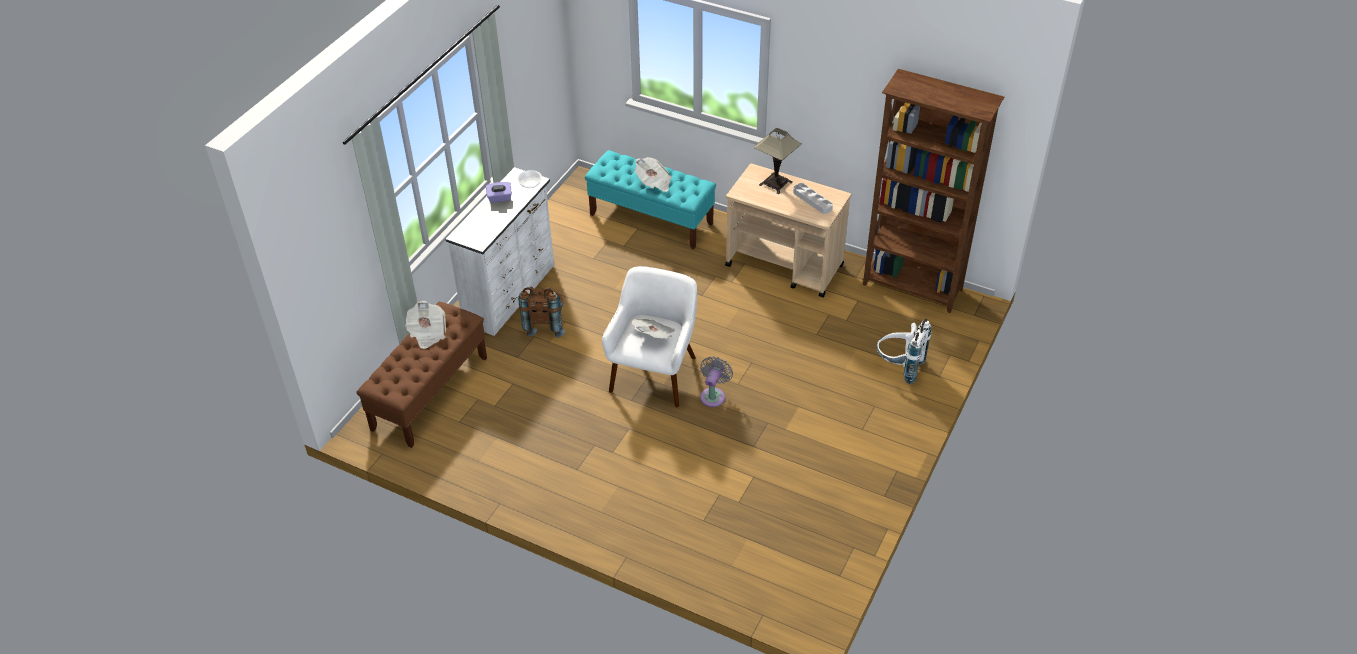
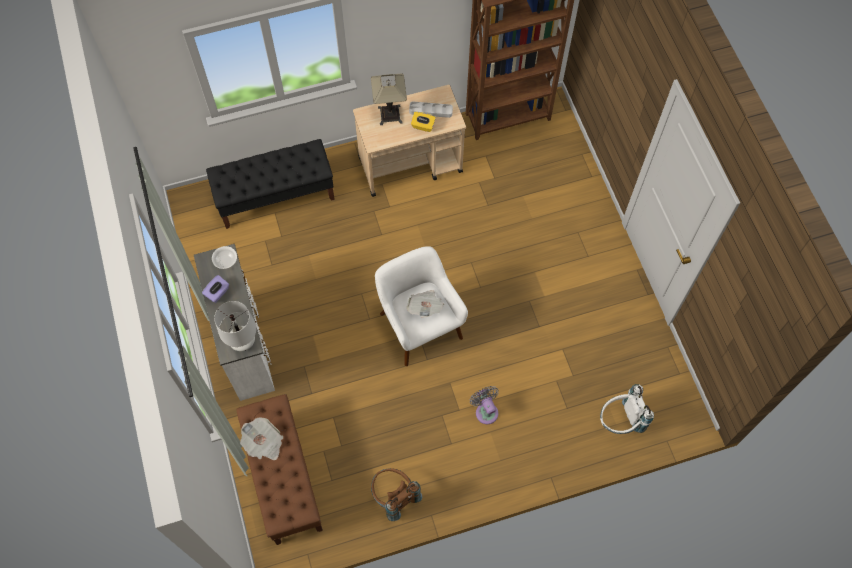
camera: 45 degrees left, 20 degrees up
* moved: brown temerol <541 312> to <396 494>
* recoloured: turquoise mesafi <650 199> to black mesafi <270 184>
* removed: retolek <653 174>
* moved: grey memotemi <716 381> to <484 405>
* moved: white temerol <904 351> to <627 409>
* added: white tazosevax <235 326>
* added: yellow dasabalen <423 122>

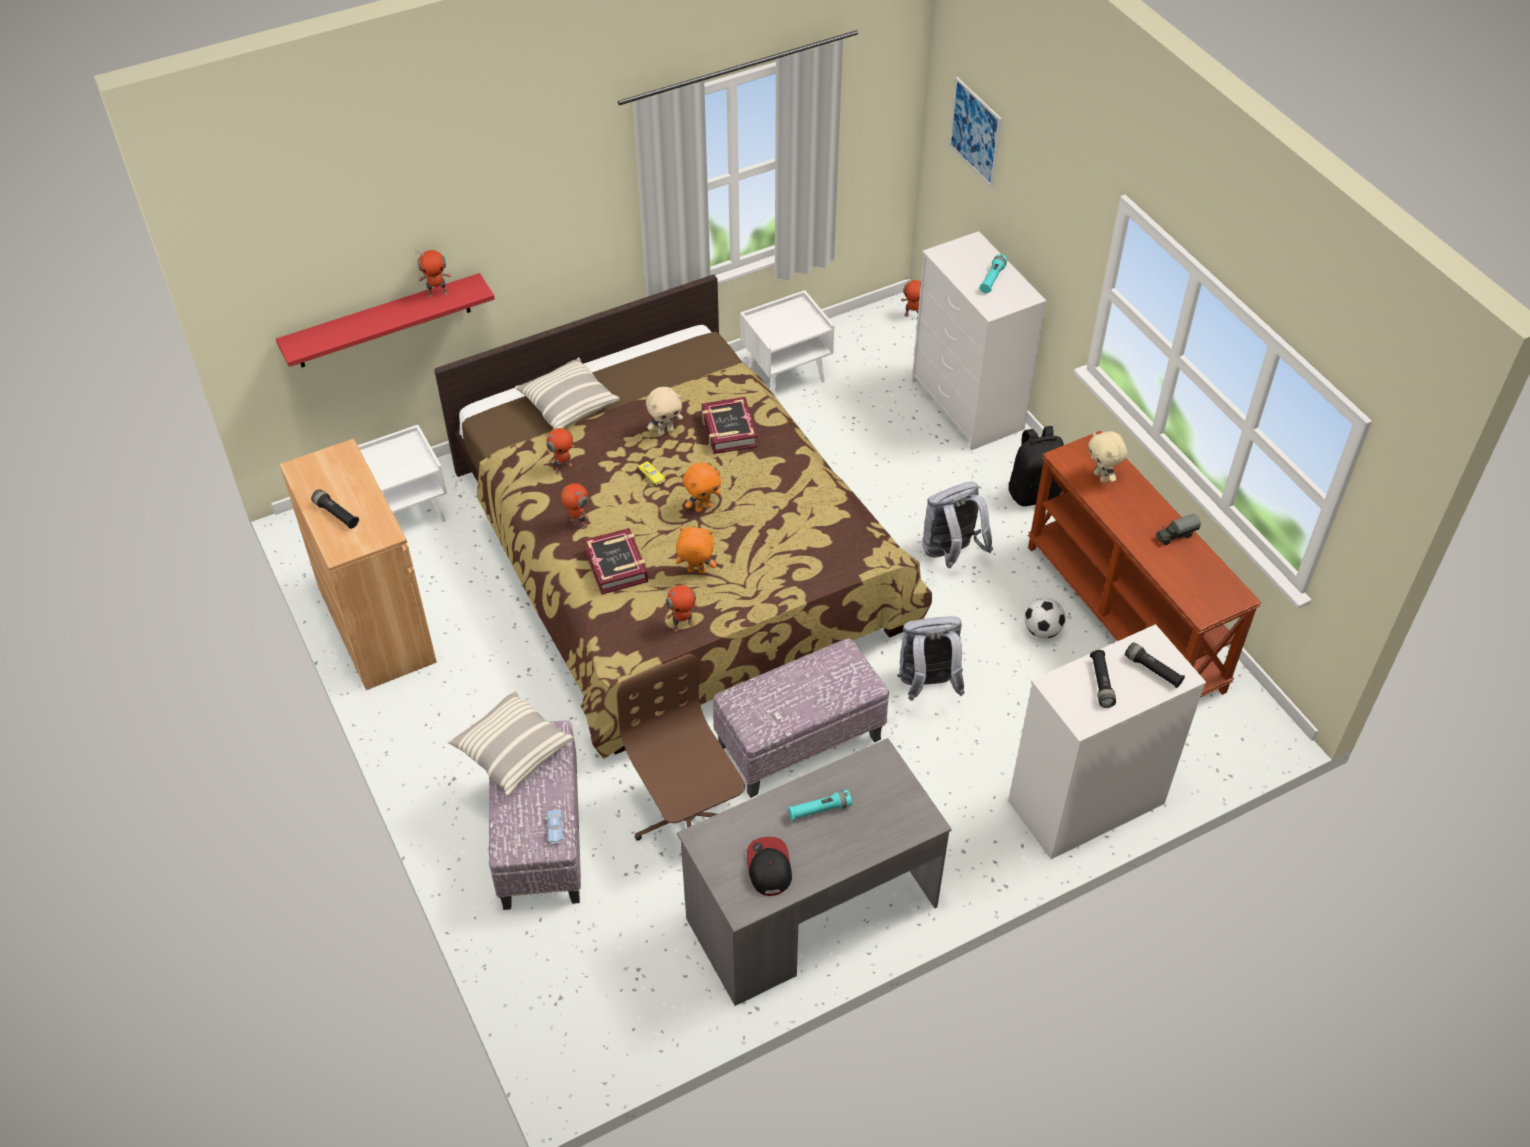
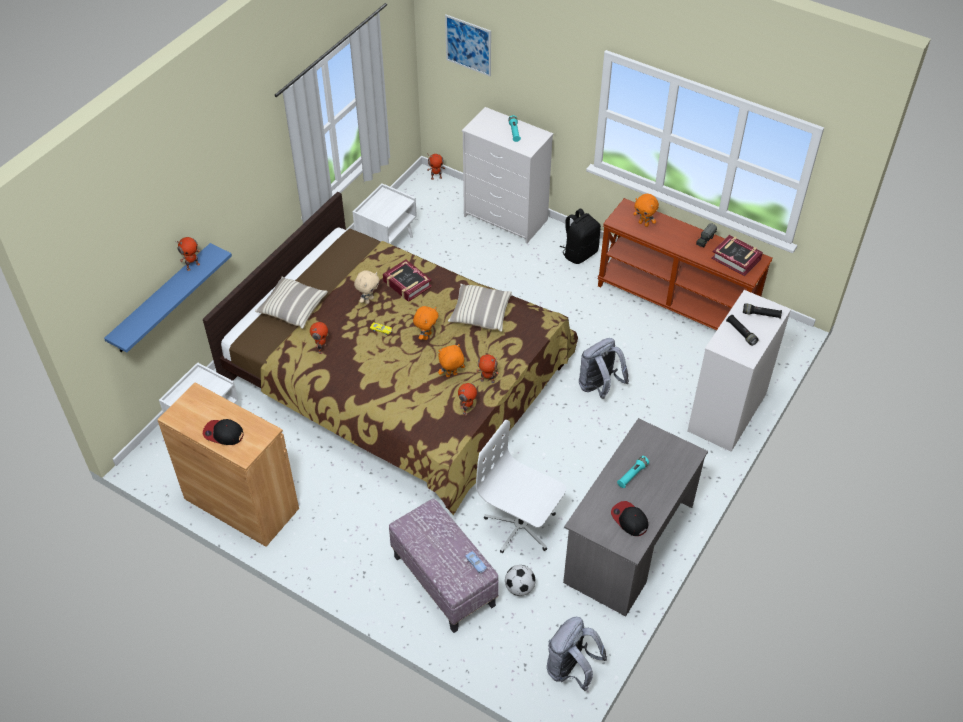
camera: 30 degrees left, 0 degrees up
* recoloured: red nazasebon <385 320> to blue nazasebon <168 298>
* replaced: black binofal <335 509> to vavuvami <223 432>
* moved: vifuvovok <510 742> to <480 308>
* moved: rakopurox <575 506> to <487 368>
* moved: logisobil <615 561> to <737 255>
* recoloured: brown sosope <681 747> to white sosope <521 486>
* removed: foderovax <801 718>
* moved: grey temerol <957 525> to <577 654>
* moved: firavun <1044 618> to <520 580>
* recoloured: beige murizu <1107 457> to orange murizu <646 210>

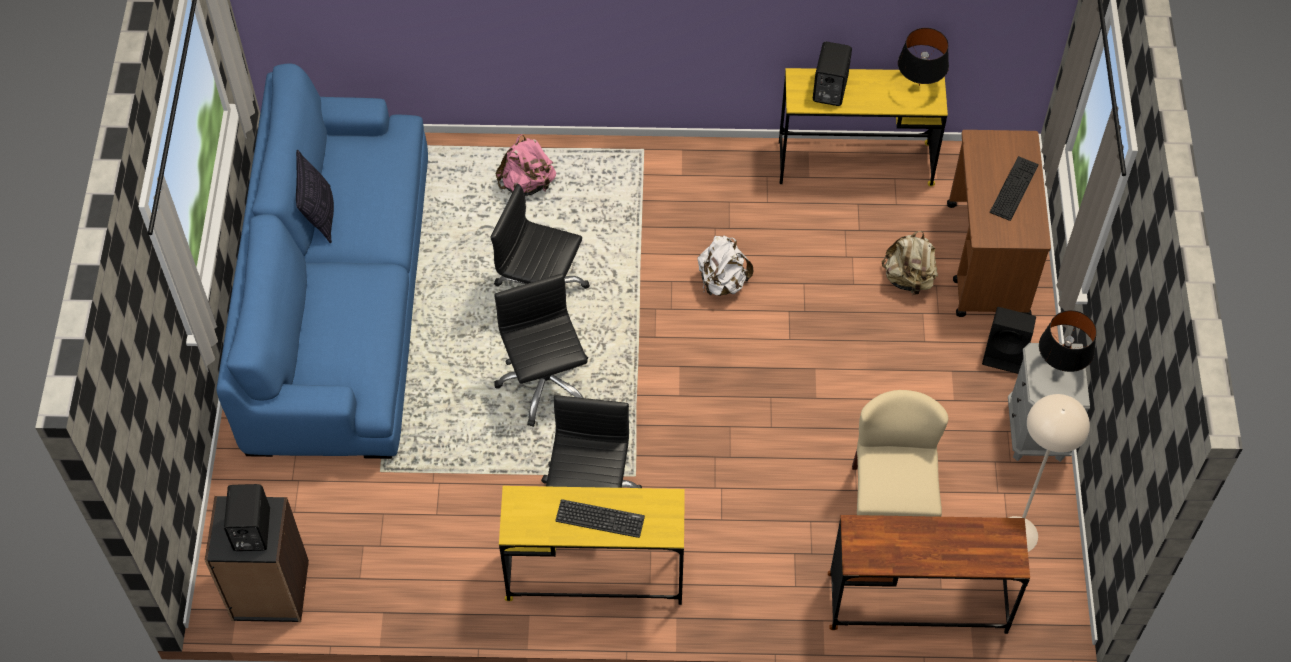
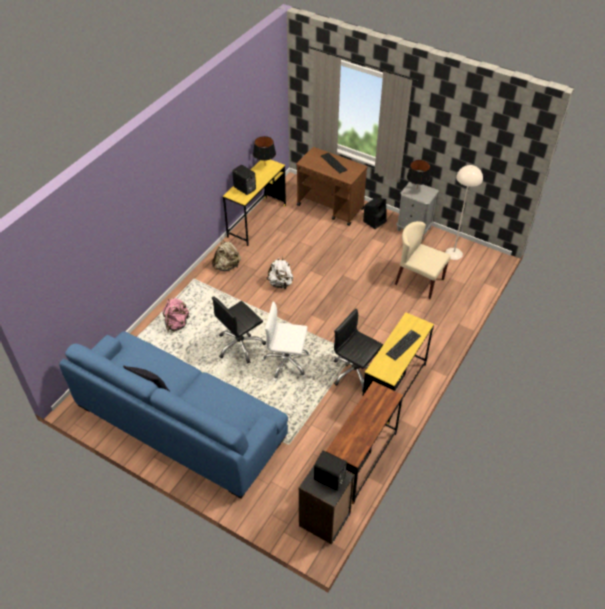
camera: 60 degrees left, 10 degrees down
* recoloured: black sosope <541 350> to white sosope <286 341>
* moved: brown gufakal <929 574> to <364 442>
* moved: beige temerol <909 264> to <226 256>

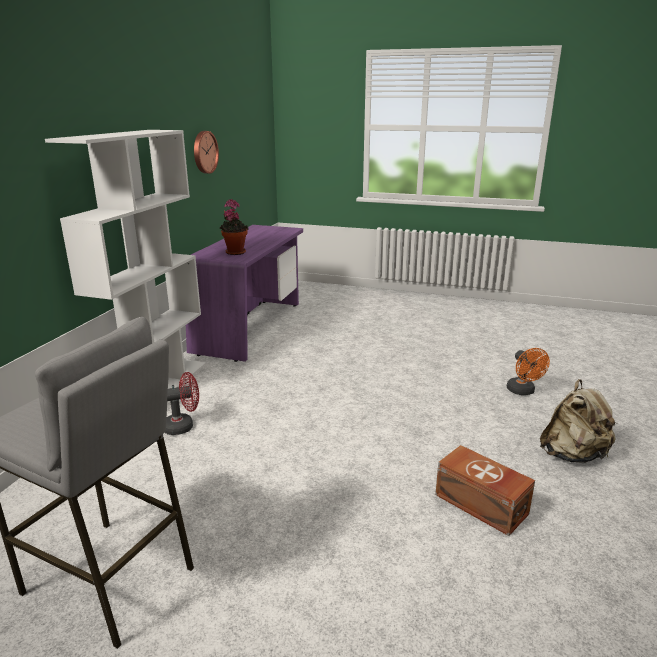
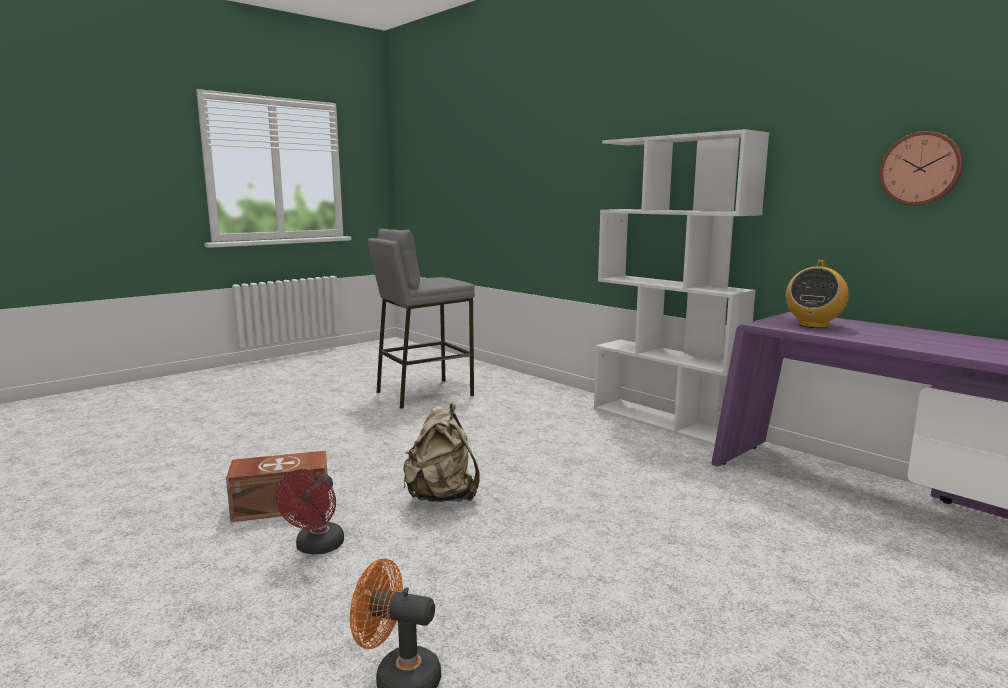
camera: 120 degrees right, 10 degrees down
* moved: red memotemi <182 403> to <310 511>
* replaced: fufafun <234 227> to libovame <817 294>
* moved: beige temerol <578 421> to <441 453>

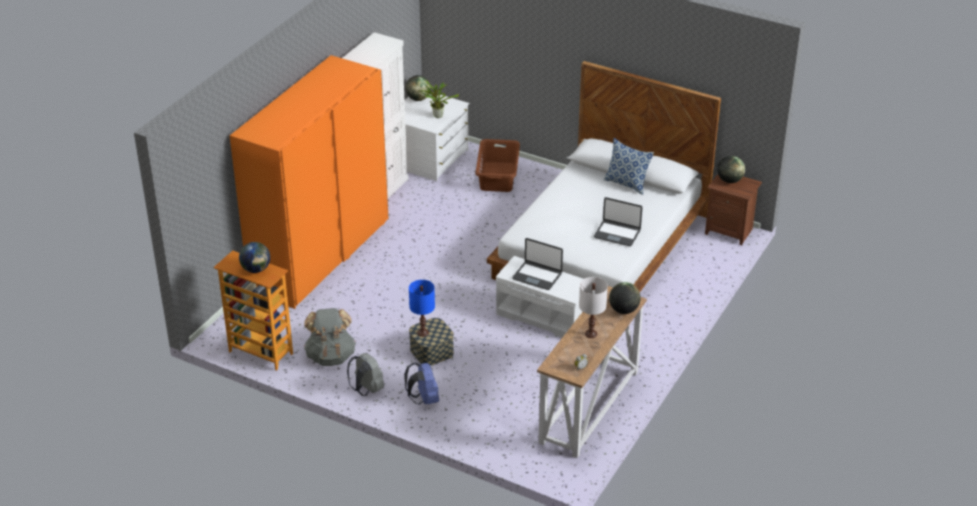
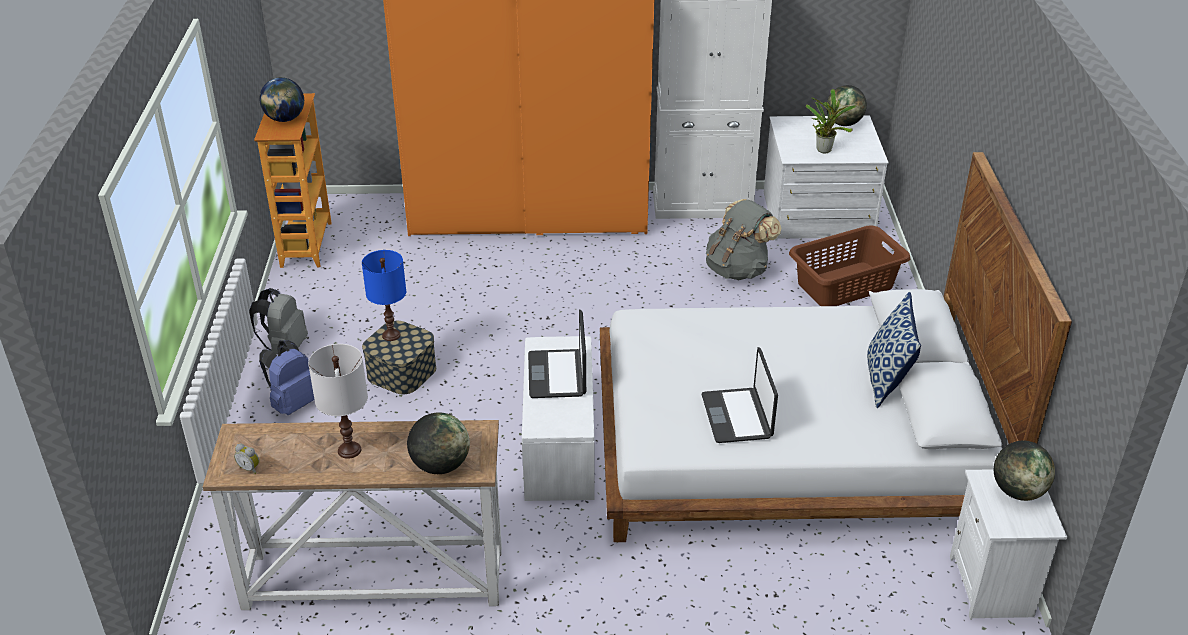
camera: 60 degrees right, 0 degrees up
* moved: grey temerol <330 337> to <743 239>
* recoloured: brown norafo <733 209> to white norafo <1008 544>

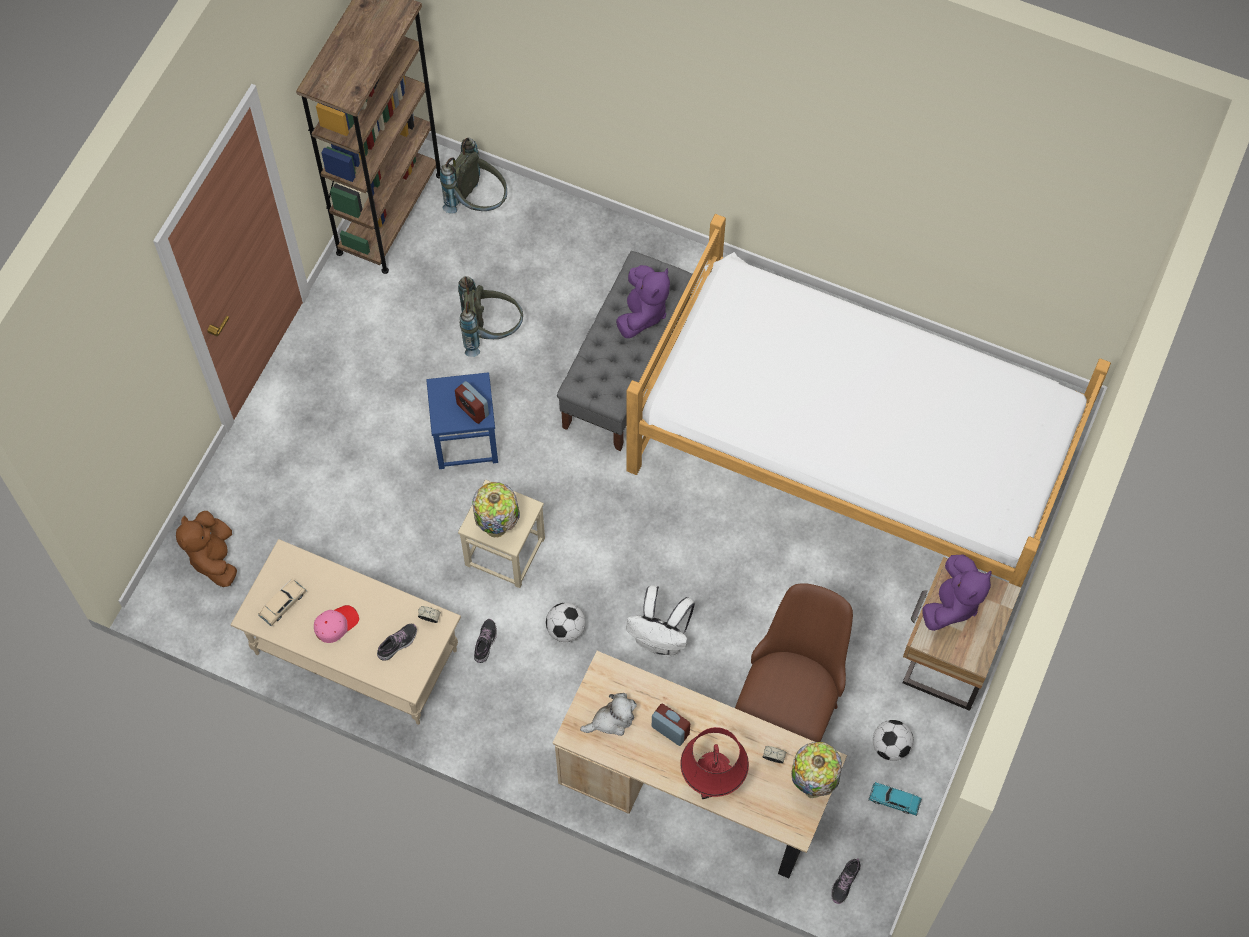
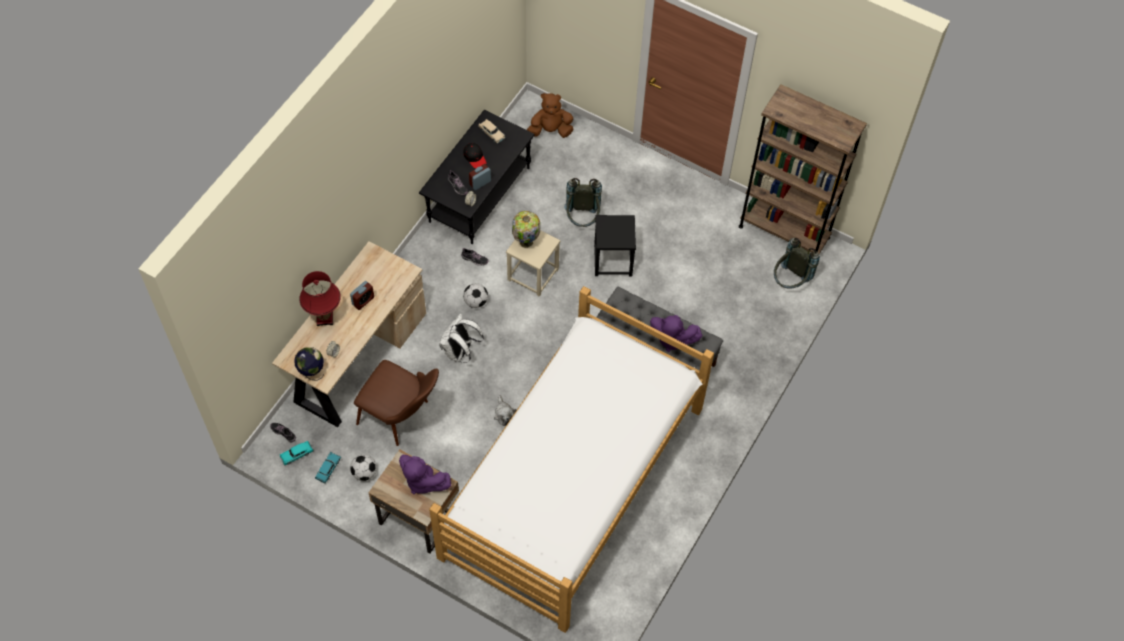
camera: 95 degrees right, 5 degrees down
* recoloured: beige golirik <346 632> to black golirik <477 177>
* recoloured: pink vavuvami <336 624> to black vavuvami <474 156>
* recoloured: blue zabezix <462 420> to black zabezix <615 245>
* moved: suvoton <472 402> to <480 177>
* moved: grey temerol <490 316> to <583 202>
* moved: murizu <608 714> to <505 410>
* replaced: tazosevax <816 770> to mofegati <309 364>
* added: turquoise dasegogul <297 453>

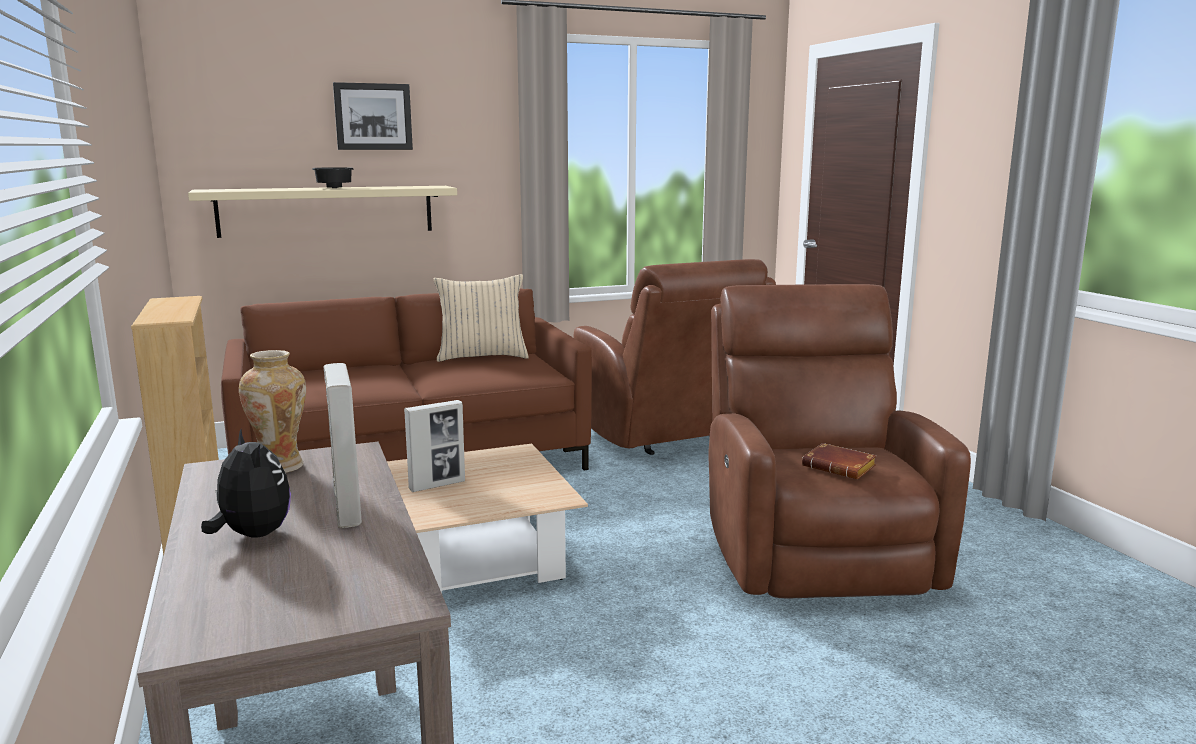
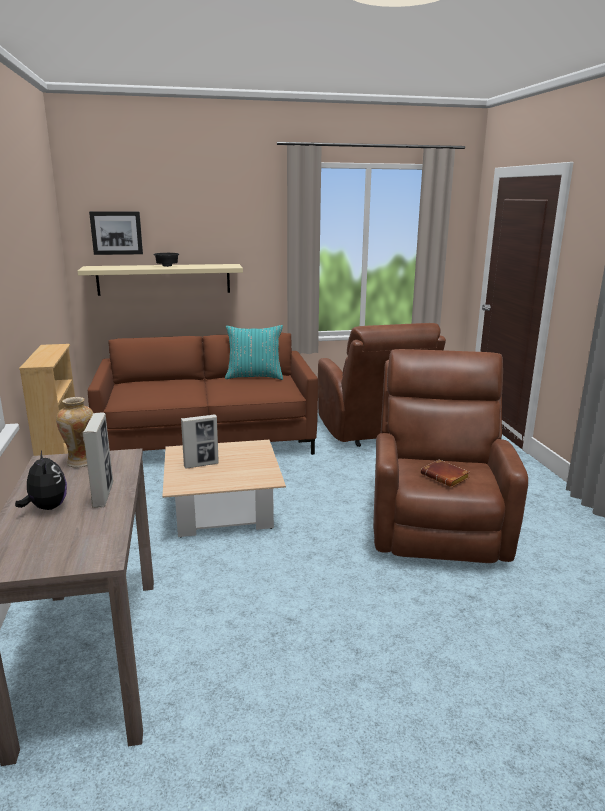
camera: 10 degrees right, 5 degrees up
* moved: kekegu <373 116> to <116 233>
* recoloured: beige vifuvovok <481 318> to turquoise vifuvovok <254 352>

